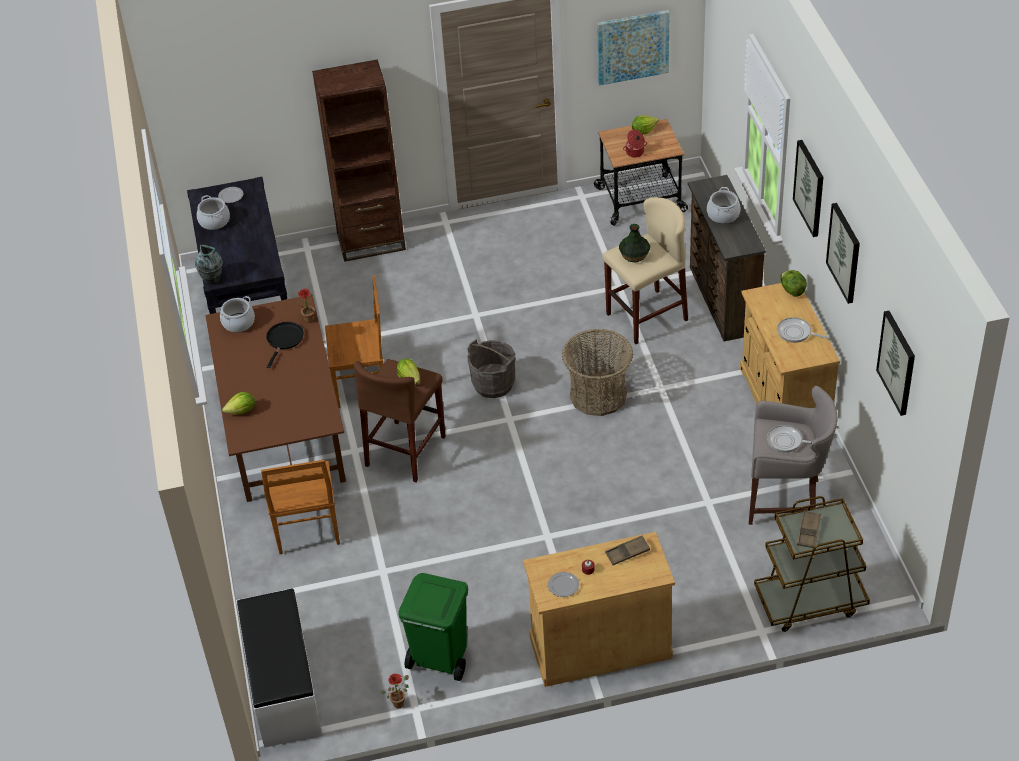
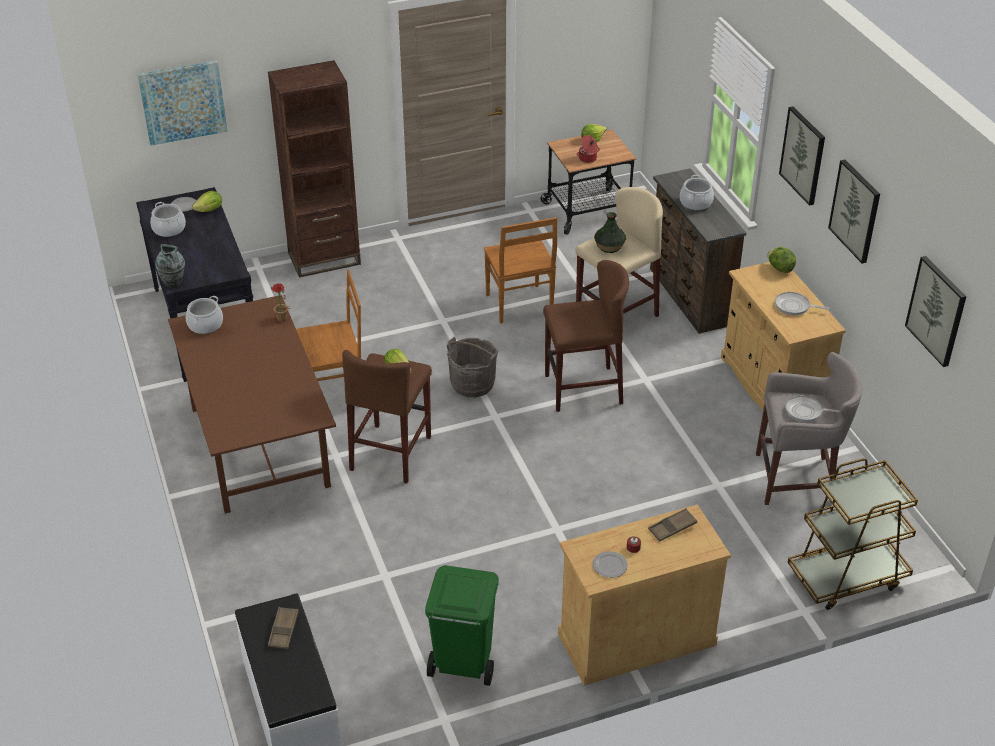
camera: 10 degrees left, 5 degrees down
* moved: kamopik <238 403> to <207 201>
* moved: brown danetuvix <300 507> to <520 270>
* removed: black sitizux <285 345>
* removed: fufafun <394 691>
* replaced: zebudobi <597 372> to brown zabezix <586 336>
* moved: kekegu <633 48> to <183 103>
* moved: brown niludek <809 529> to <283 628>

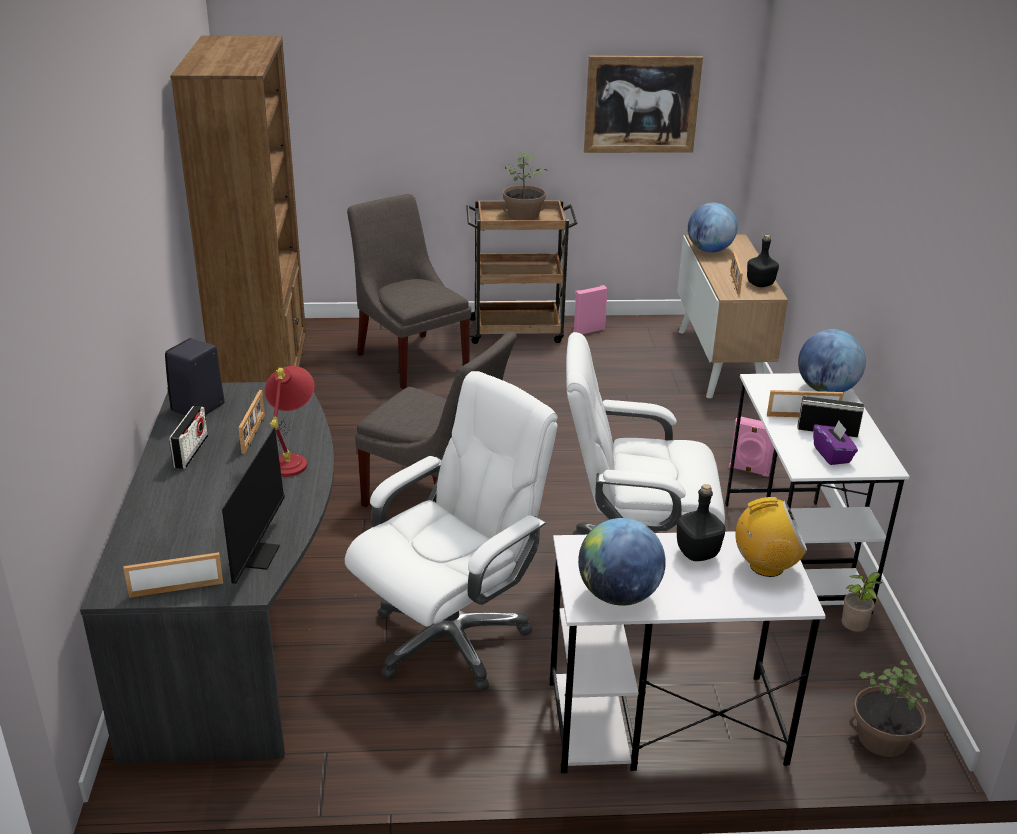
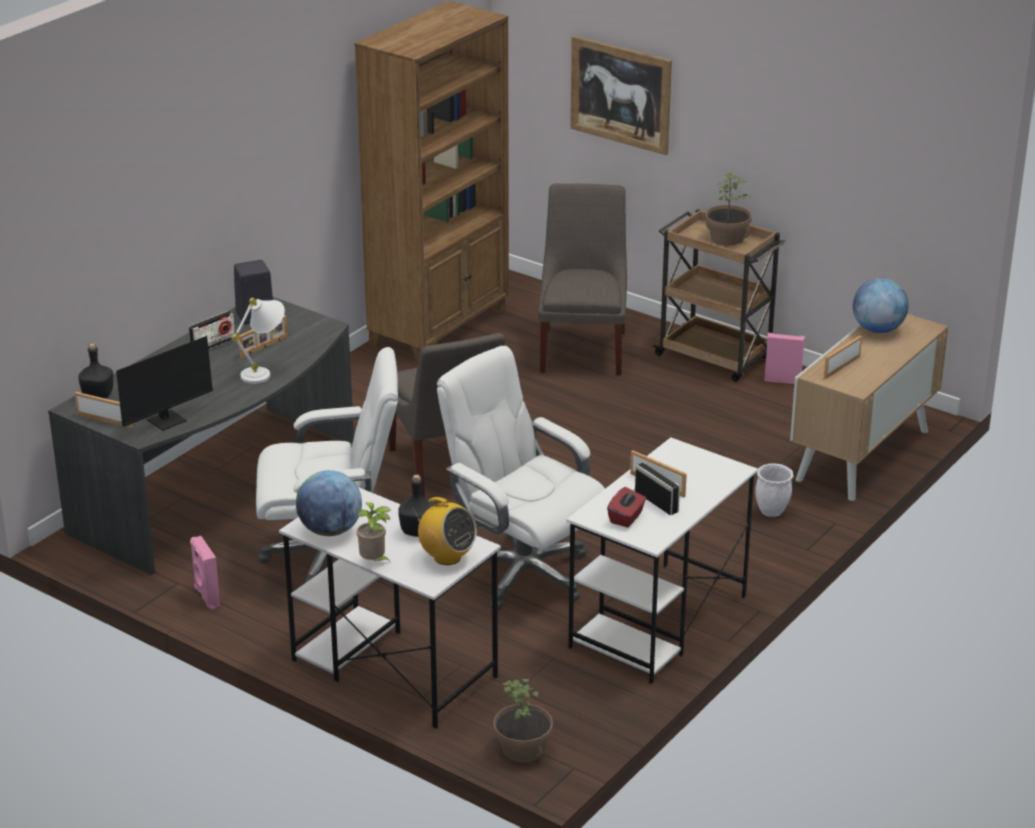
camera: 40 degrees right, 0 degrees up
* recoloured: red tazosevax <289 421> to white tazosevax <258 341>
* moved: kekegu <643 104> to <621 95>
* moved: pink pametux <751 447> to <205 573>
* moved: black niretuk <763 261> to <95 371>
* removed: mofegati <832 360>
* recoloured: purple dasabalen <835 443> to red dasabalen <626 507>
* moved: fufafun <862 602> to <374 531>
* added: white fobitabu <774 490>

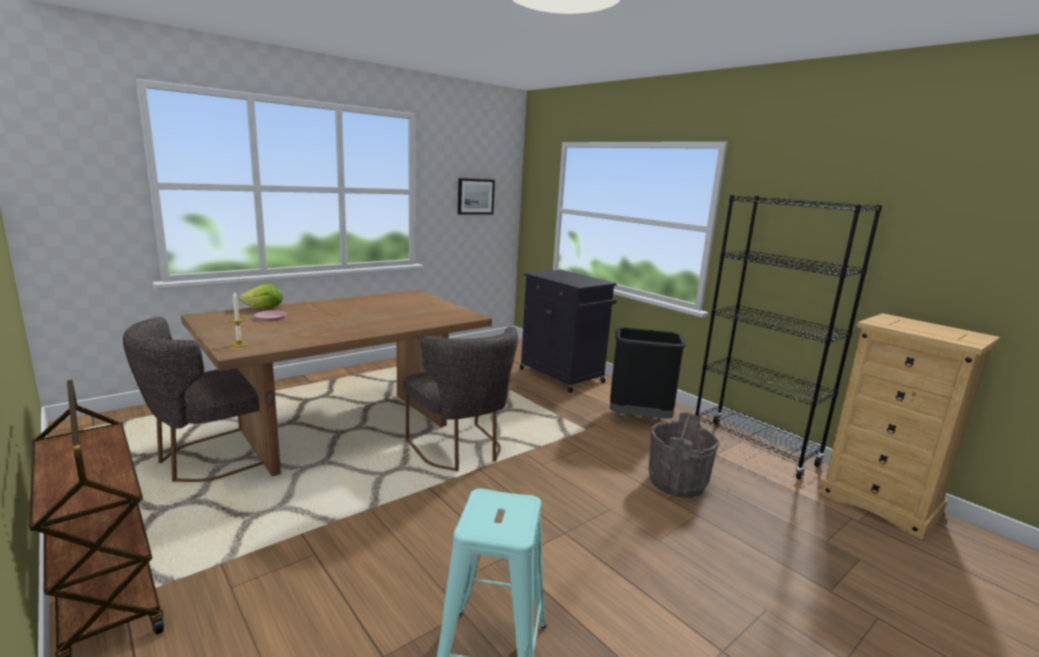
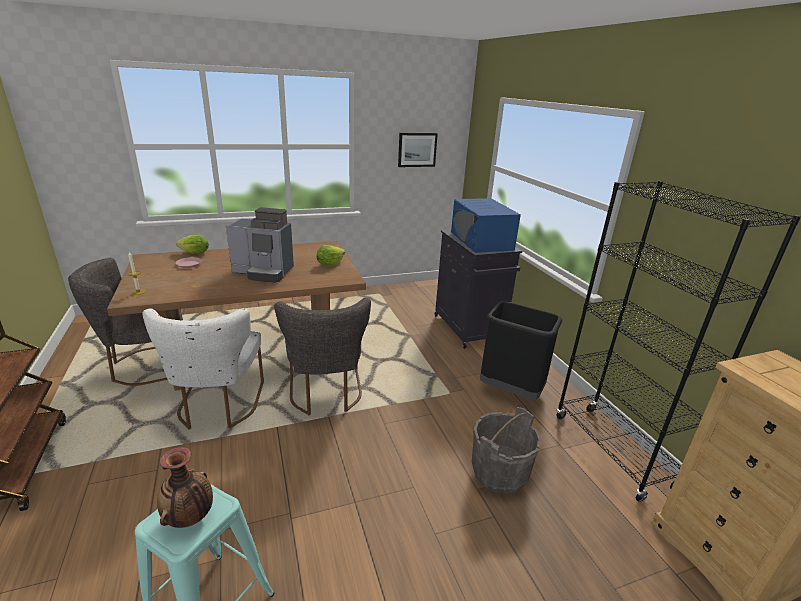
camera: 20 degrees right, 10 degrees up
* added: white danetuvix <203 369>
* added: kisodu <185 487>
* added: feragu <260 245>
* added: kamopik <330 255>
* added: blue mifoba <486 225>

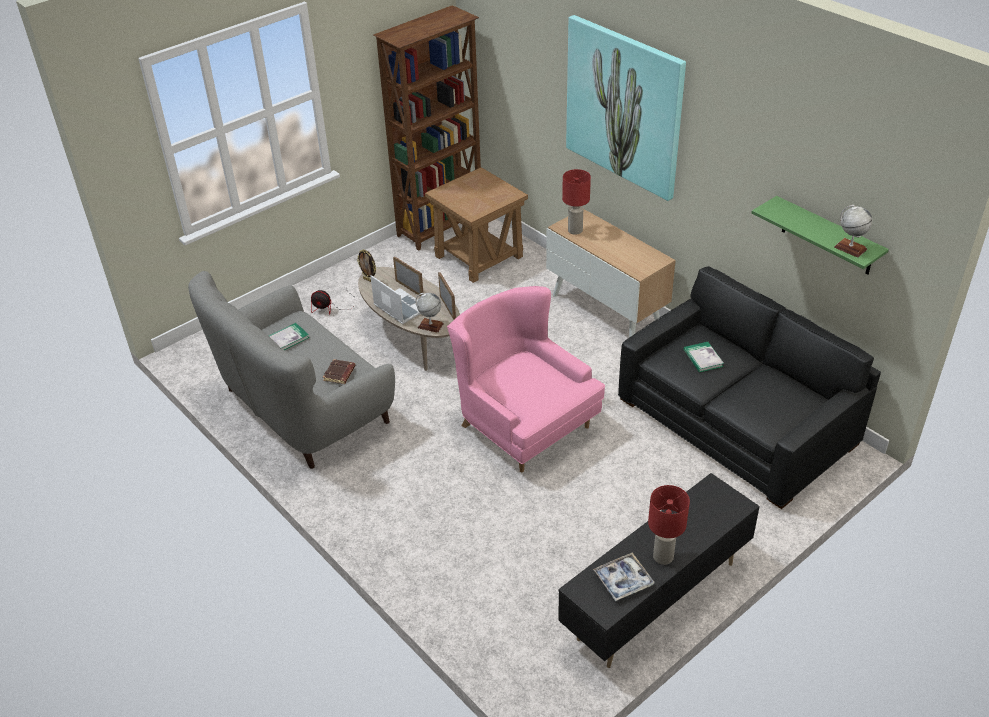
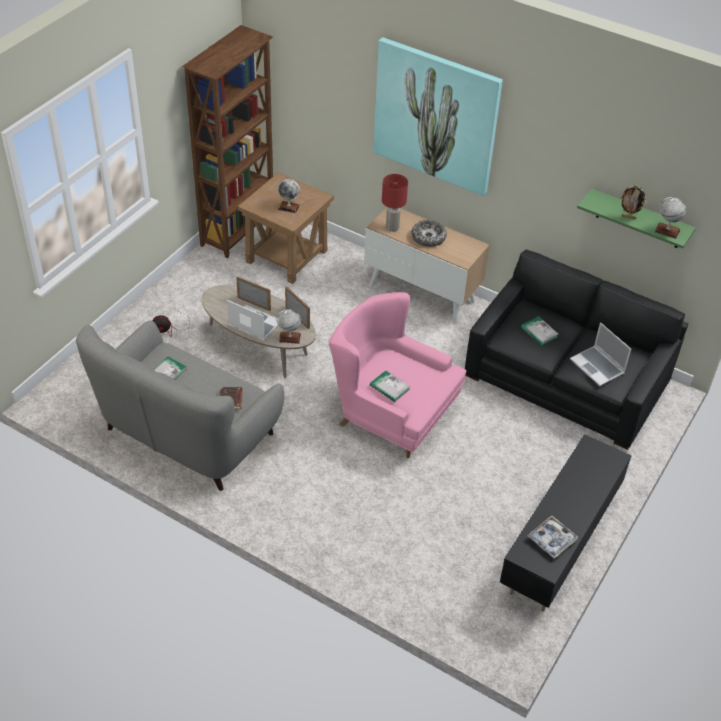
camera: 20 degrees left, 5 degrees up
* moved: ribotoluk <366 265> to <633 202>
* removed: red tazosevax <669 525>
* added: mofegati <289 196>
* added: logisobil <390 386>
* added: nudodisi <429 233>
* added: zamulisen <600 354>

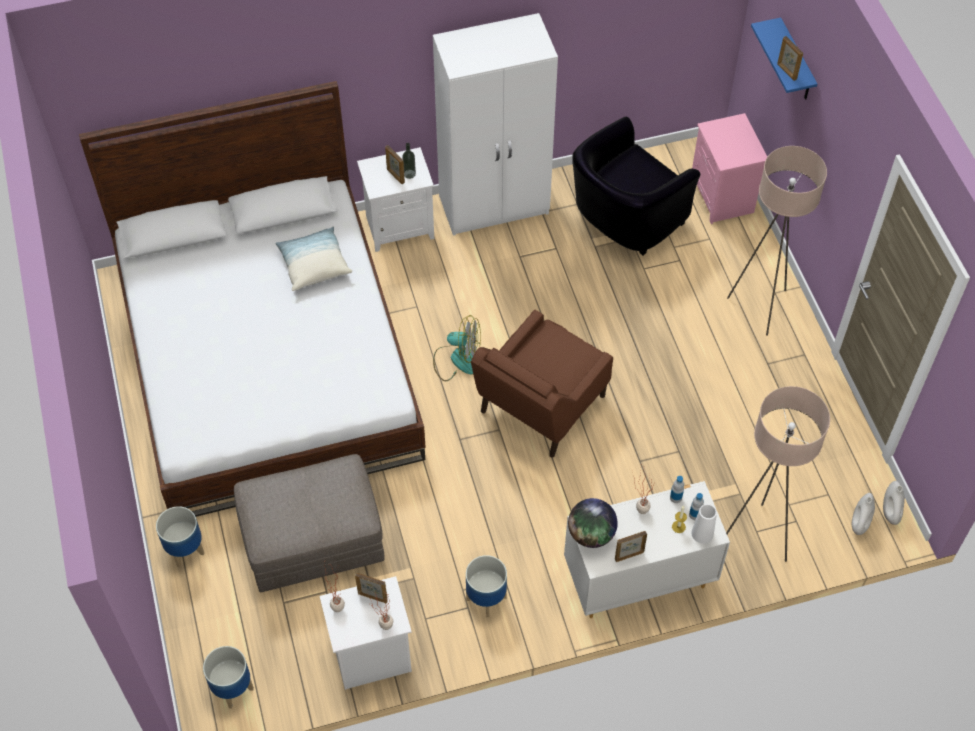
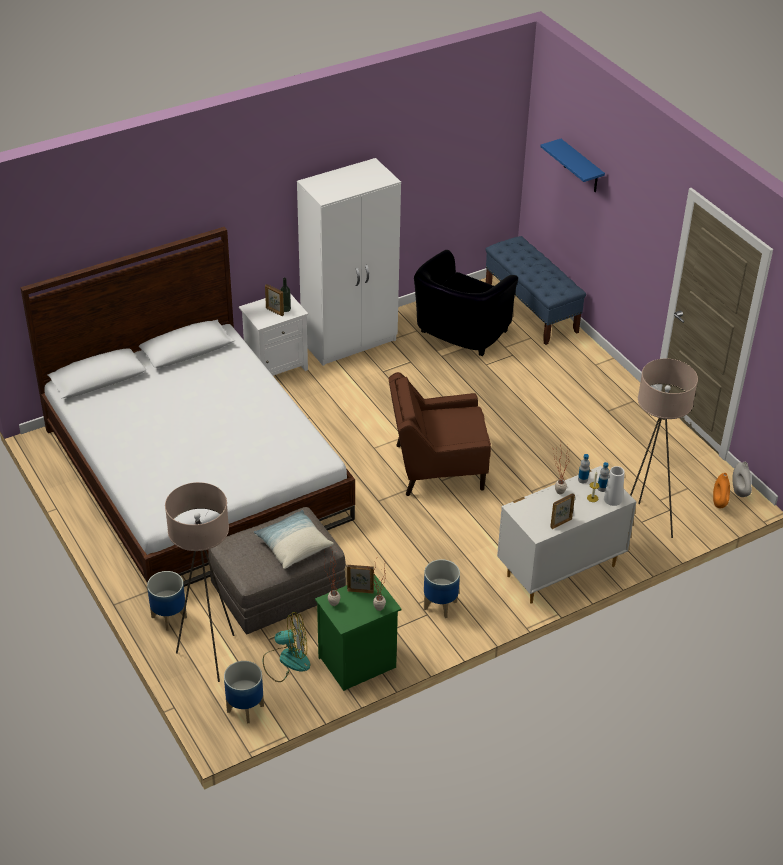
camera: 15 degrees left, 15 degrees down
* moved: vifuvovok <313 259> to <293 539>
* recoloured: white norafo <366 633> to green norafo <358 633>
* moved: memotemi <457 348> to <286 647>
* turned: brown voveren <542 383> = <439 434> 60 degrees clockwise
* removed: mofegati <593 523>
* replaced: pink norafo <729 168> to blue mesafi <536 290>
* moved: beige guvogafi <777 241> to <200 582>
* removed: ribotoluk <790 58>
* recoloured: white kisodu <863 514> to orange kisodu <721 490>

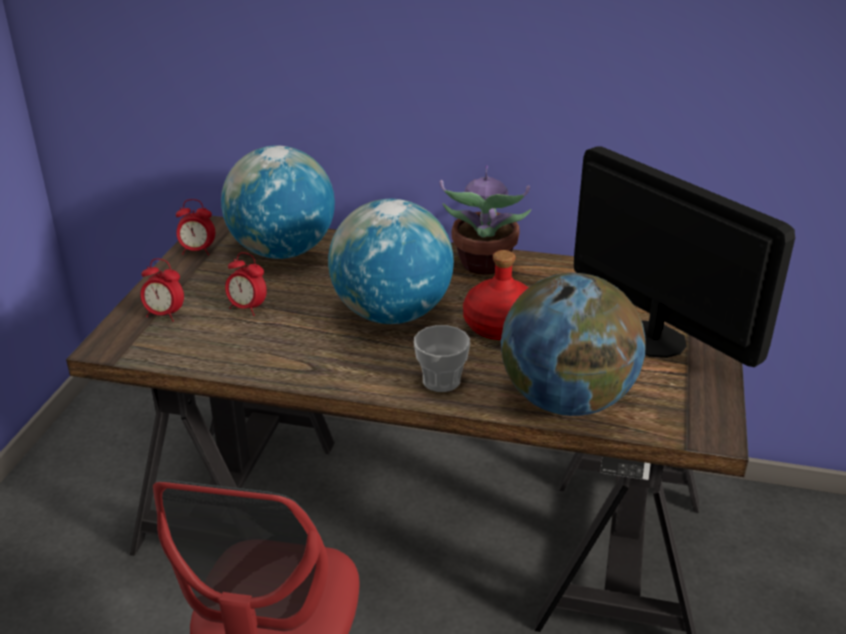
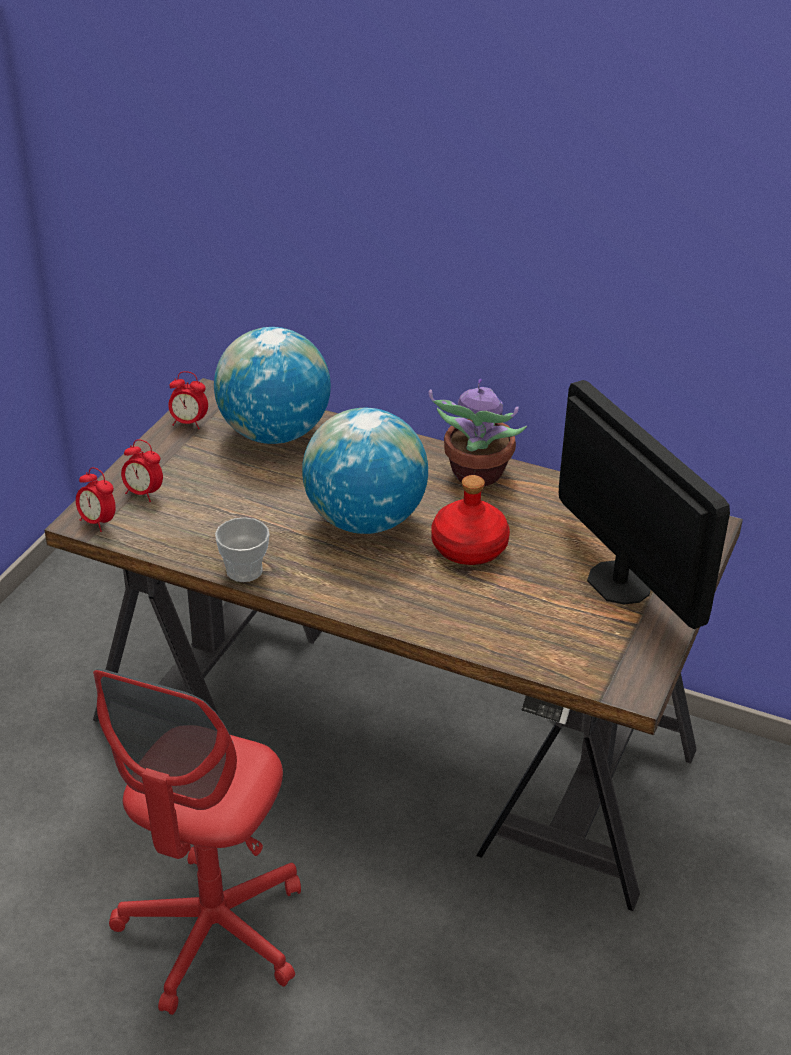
camera: 10 degrees right, 5 degrees up
* moved: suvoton <246 284> to <96 499>
* moved: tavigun <442 358> to <242 549>
* removed: mofegati <573 344>

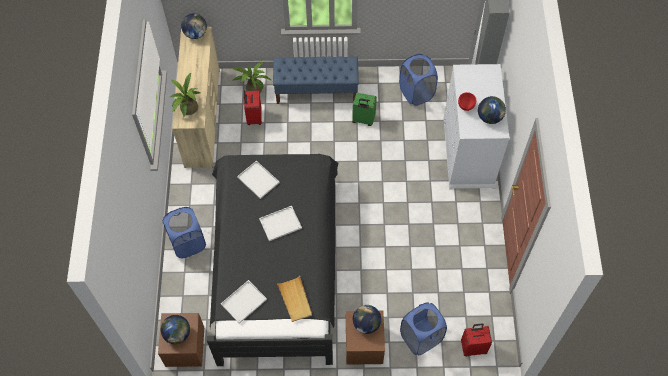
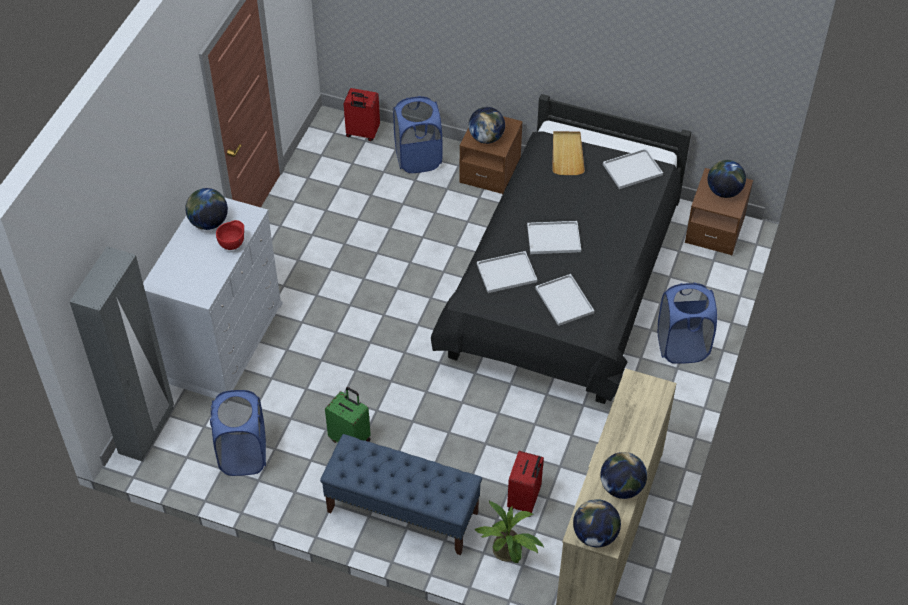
camera: 160 degrees left, 10 degrees down
* removed: fufafun <185 95>
* added: white niludek <507 272>
* added: mofegati <623 475>

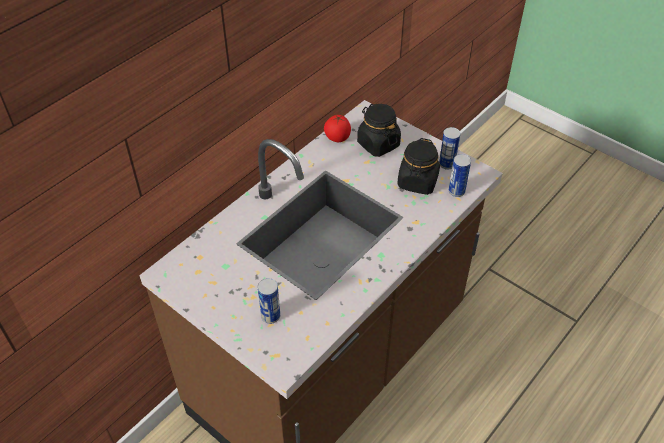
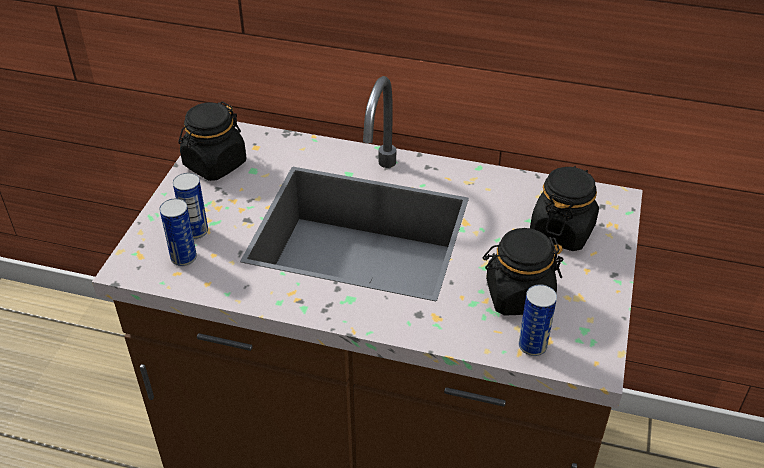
camera: 65 degrees right, 5 degrees down
* removed: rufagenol <337 128>
* moved: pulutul <449 148> to <178 232>
* added: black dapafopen <212 141>

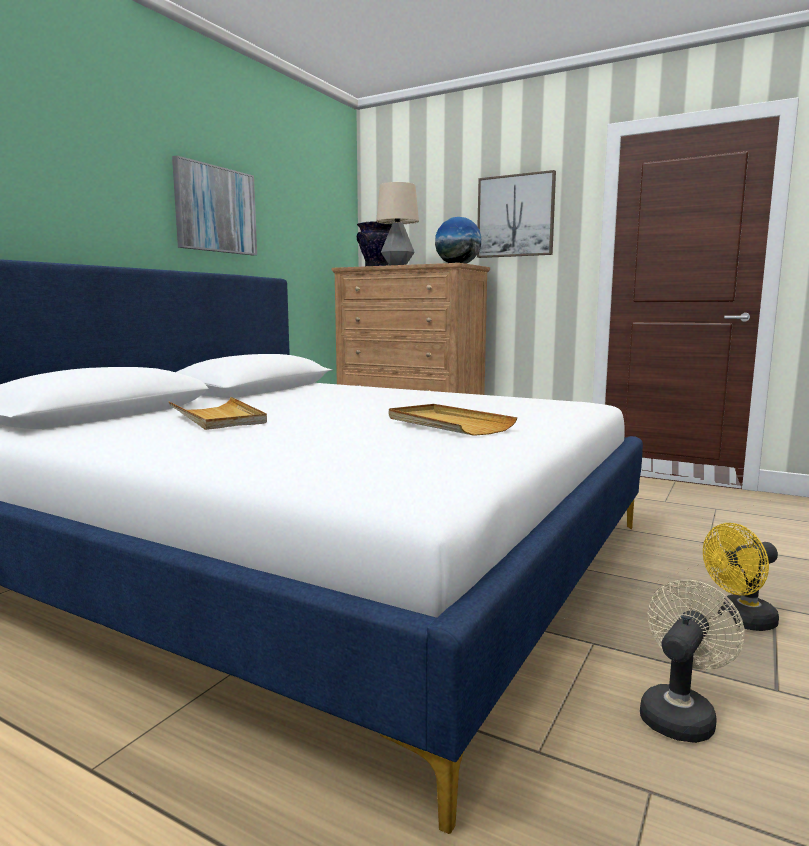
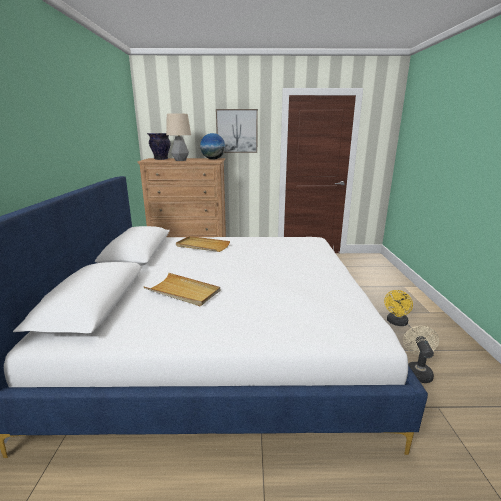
camera: 30 degrees left, 10 degrees up
* removed: kekegu <214 205>
* moved: beige niludek <453 420> to <203 244>

